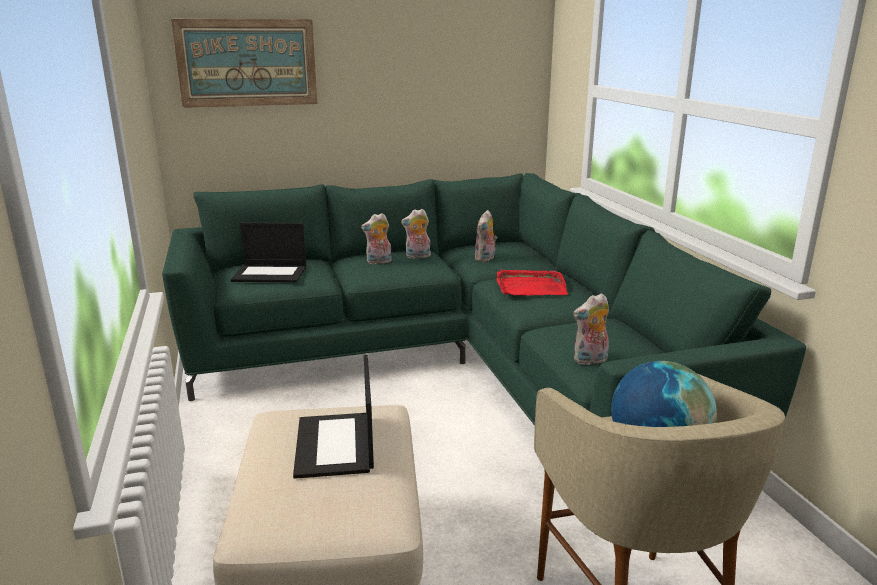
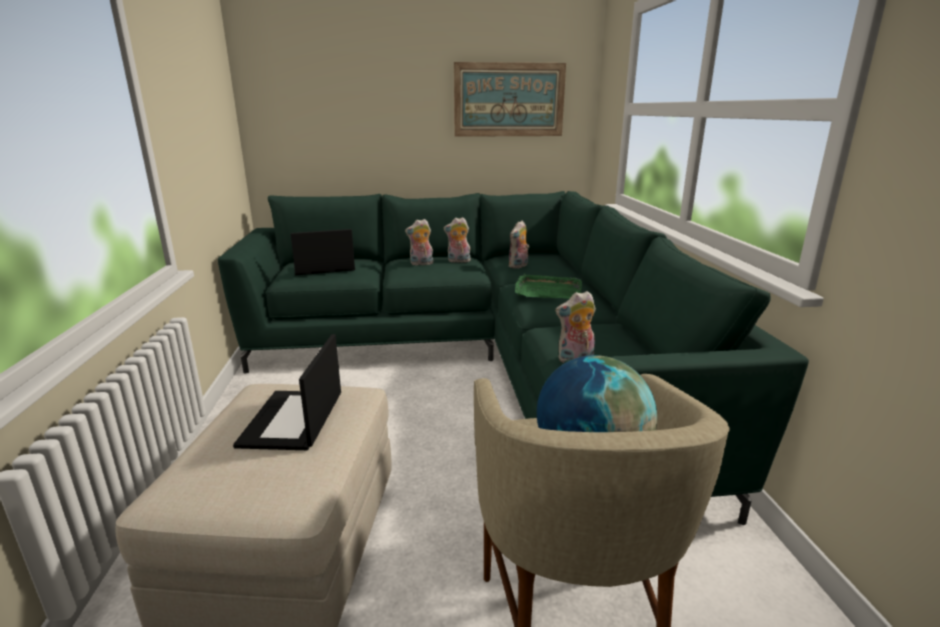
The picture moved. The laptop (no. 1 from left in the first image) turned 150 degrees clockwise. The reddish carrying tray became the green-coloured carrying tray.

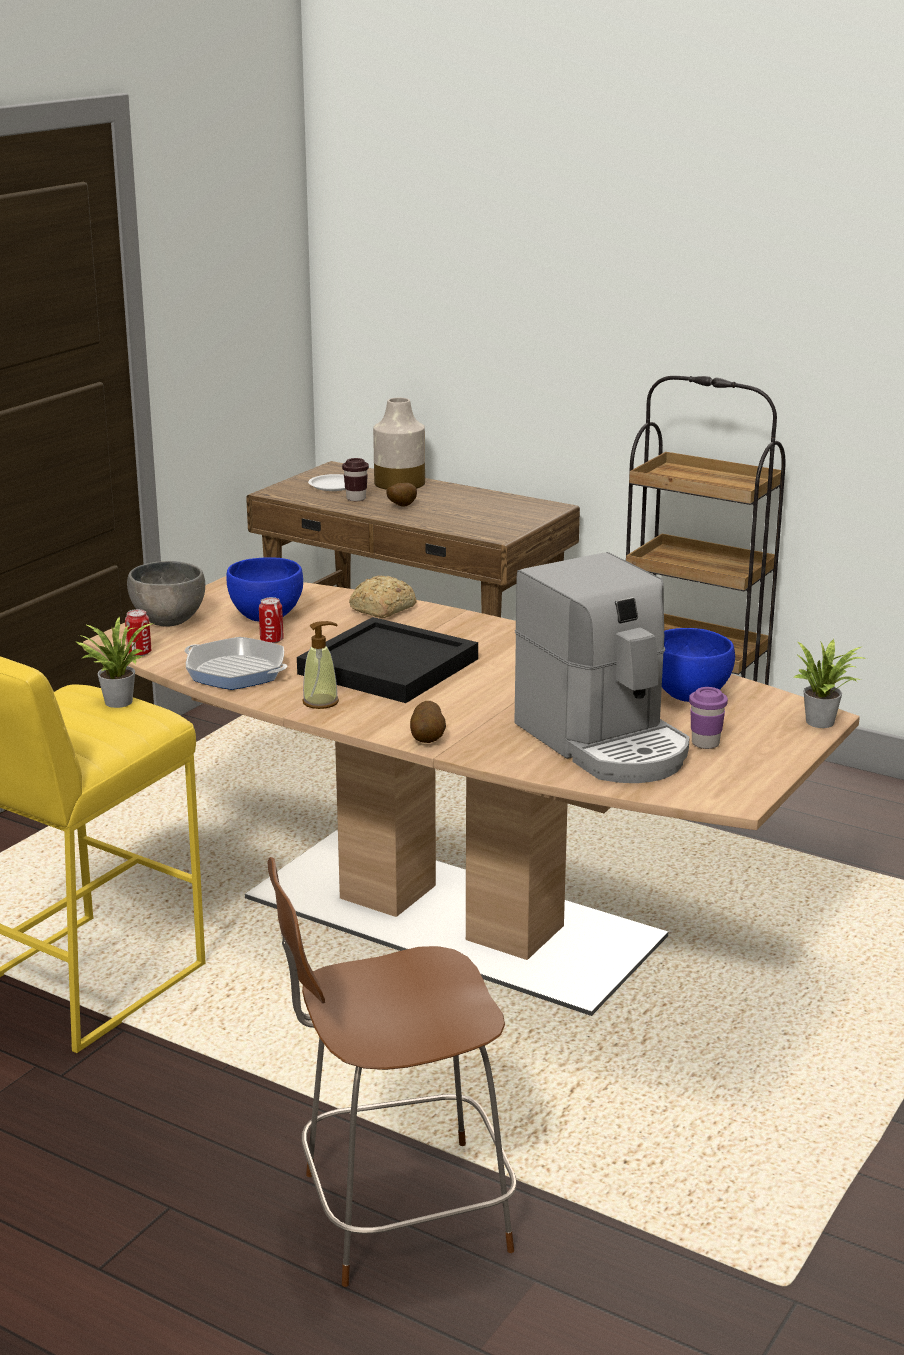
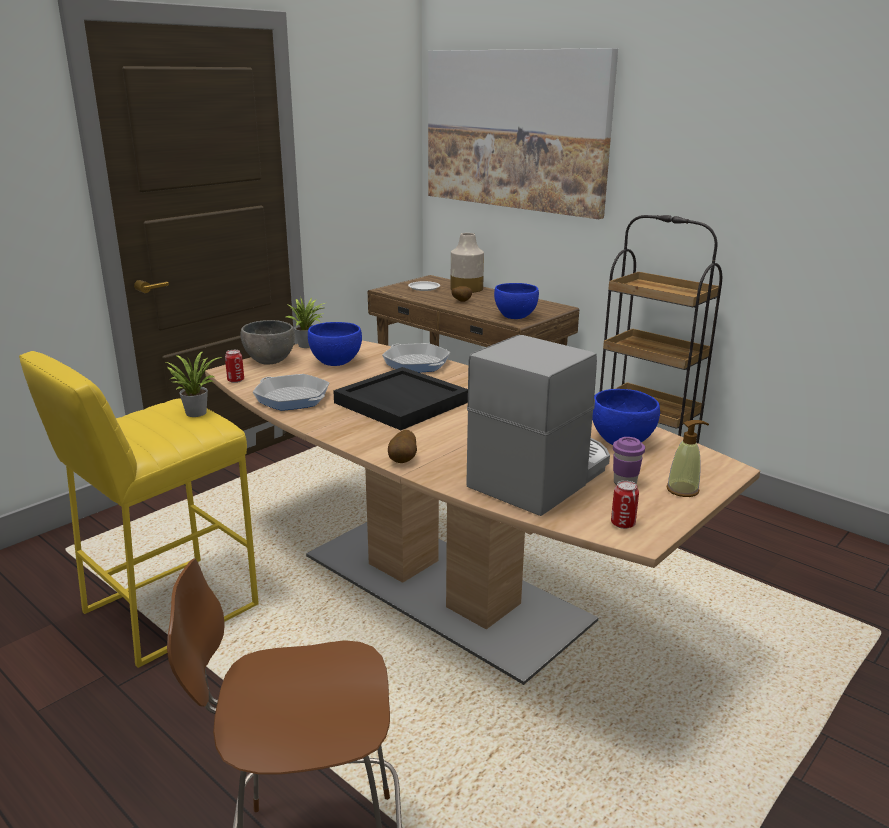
The brown-coloured cup disappeared. The coffee brewer turned 120 degrees counterclockwise. The bread was replaced by the skillet (no. 2 from left). The metal can (no. 2 from left) moved. The soap dispenser moved. The potted plant (no. 2 from left) moved. The picture appeared. The bluish deep dish (no. 2 from left) appeared.

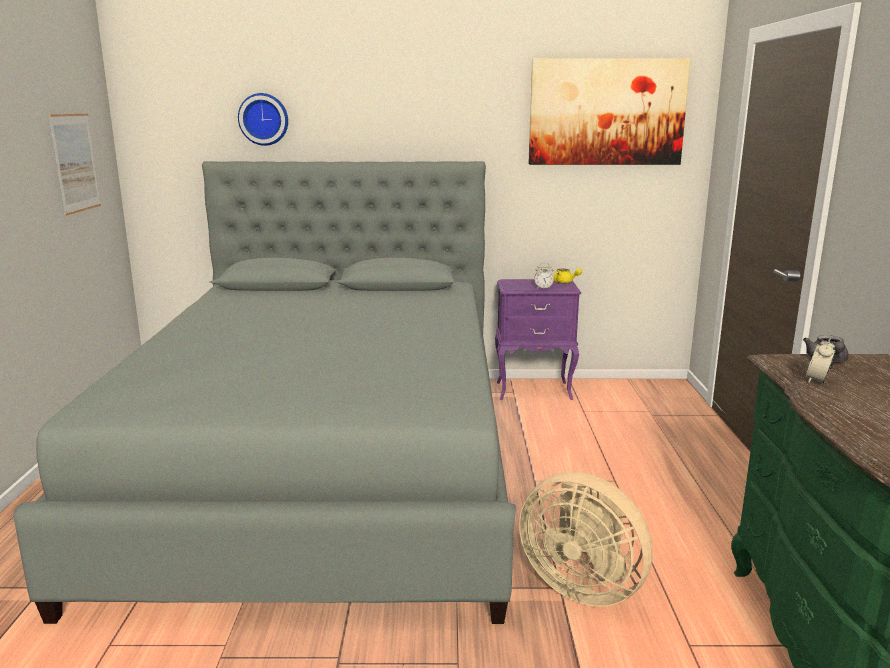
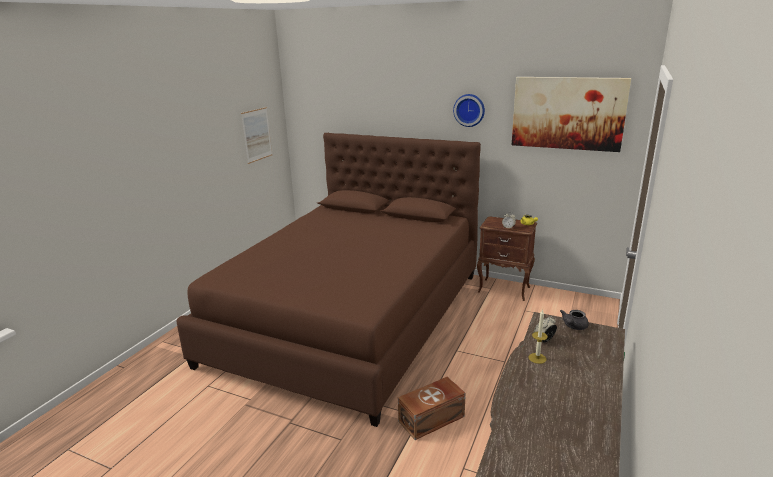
The wall clock moved. The grey bedroom bed became the brown-coloured bedroom bed. The purple bedside table became the brown-coloured bedside table. The beige cooling fan was replaced by the brown-coloured storage box. The candle appeared.

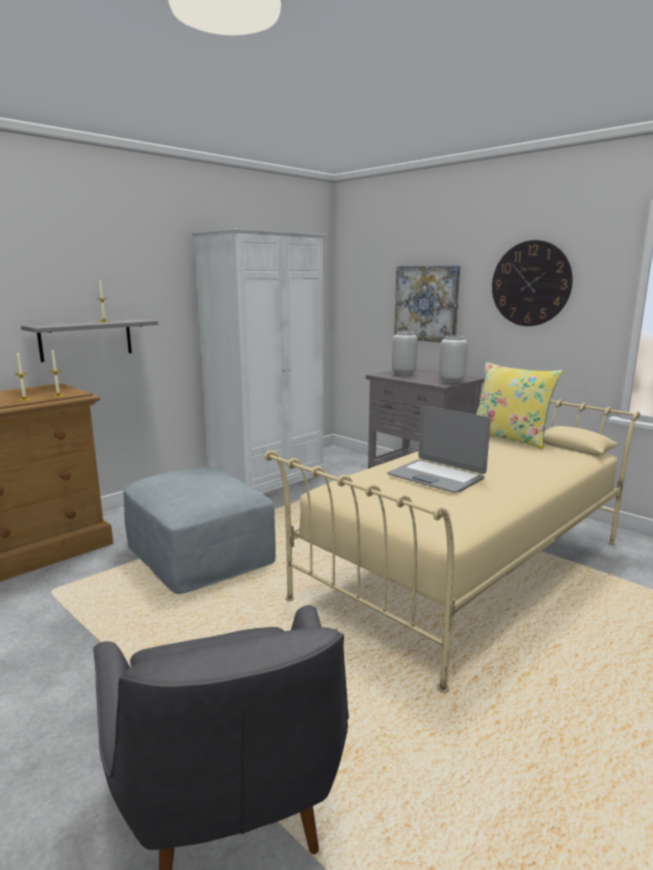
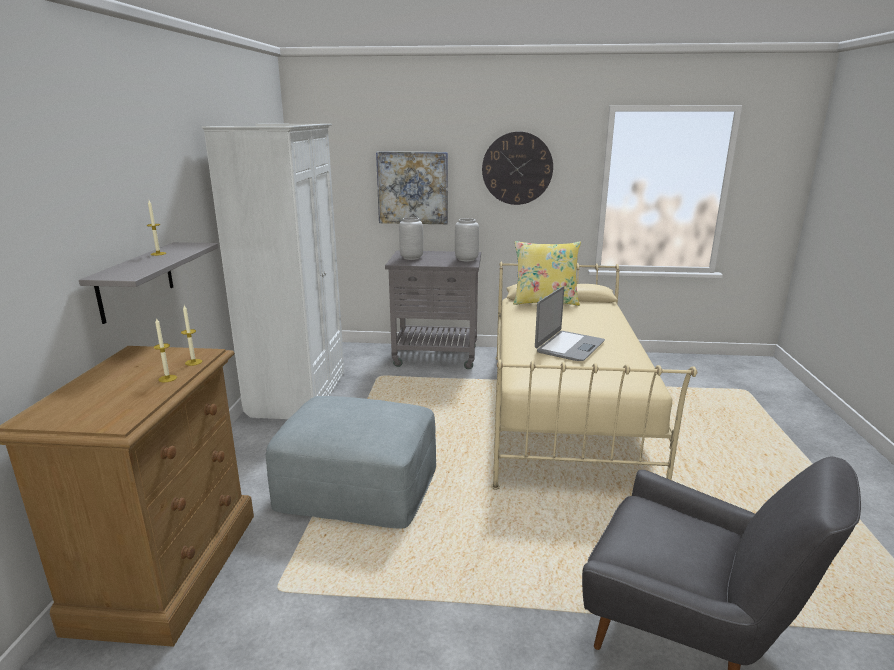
The laptop turned 60 degrees counterclockwise.

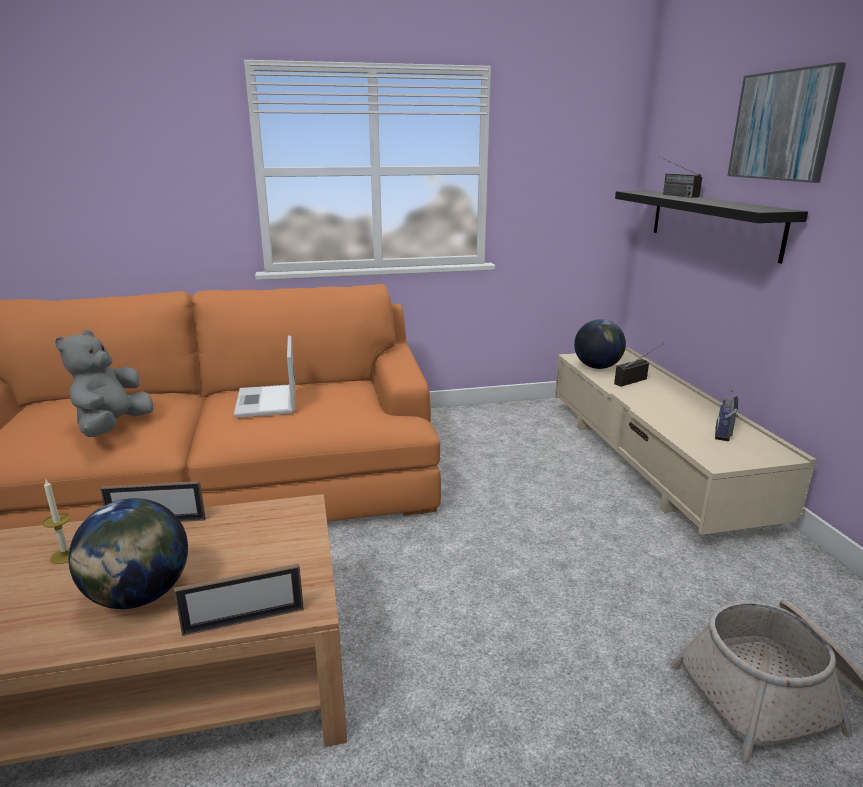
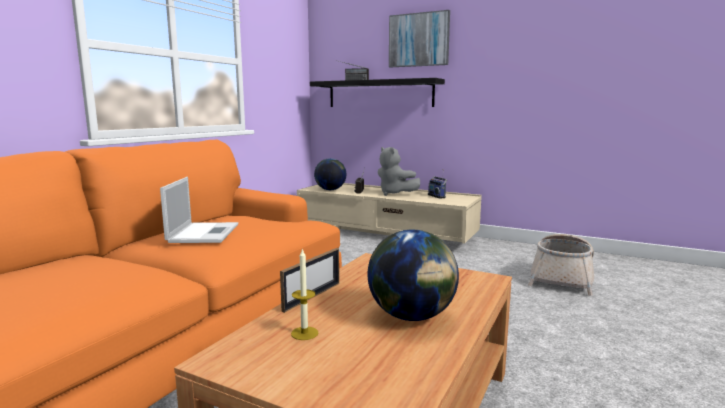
The grey soft toy moved. The laptop turned 120 degrees counterclockwise. The standing frame (no. 2 from left) disappeared.

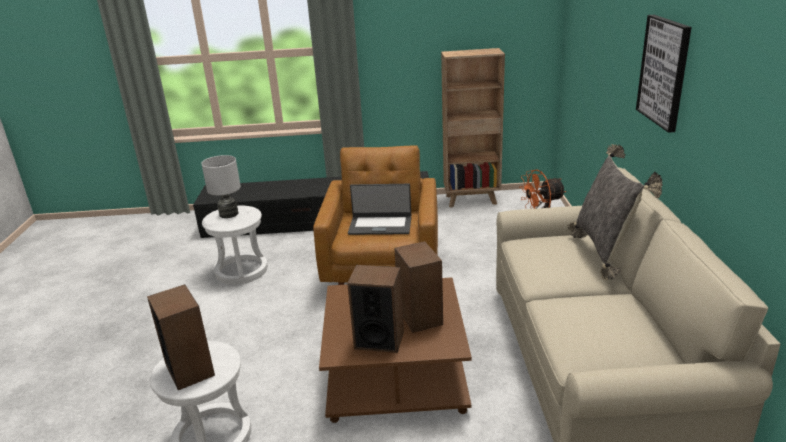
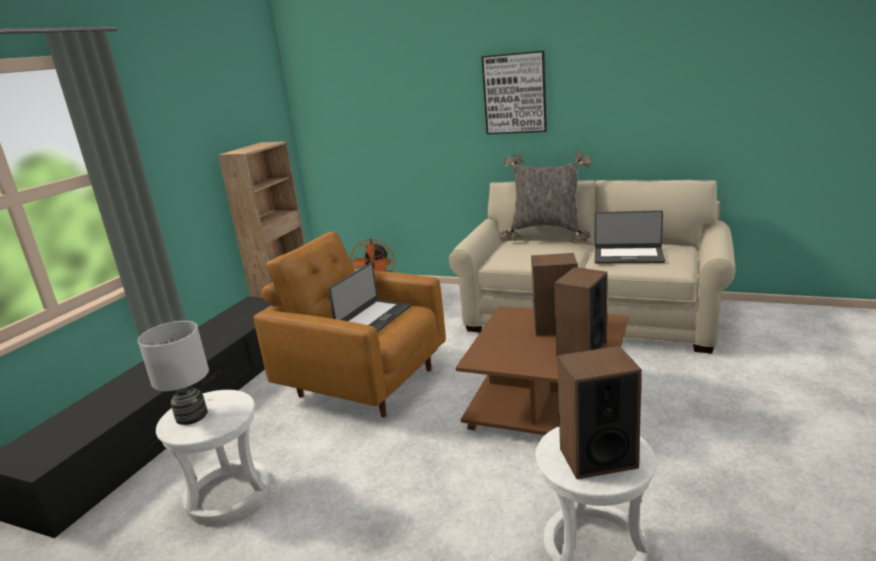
The laptop (no. 2 from left) appeared.

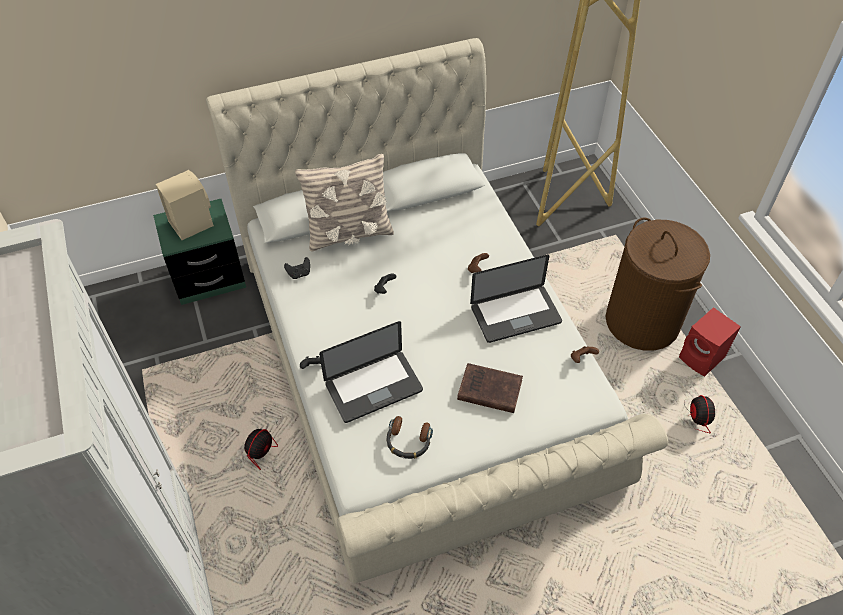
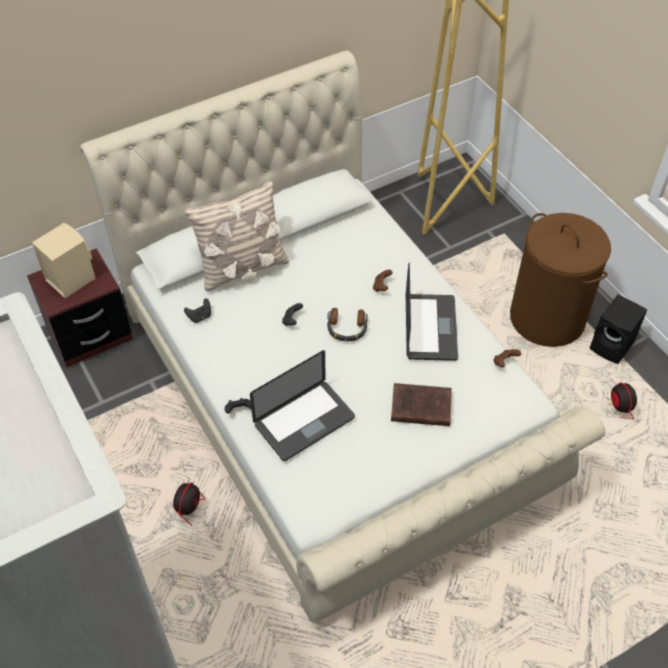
The green-coloured bedside table became the brown-coloured bedside table. The laptop (no. 2 from left) turned 60 degrees counterclockwise. The reddish audio speaker became the blackish audio speaker. The headset moved.

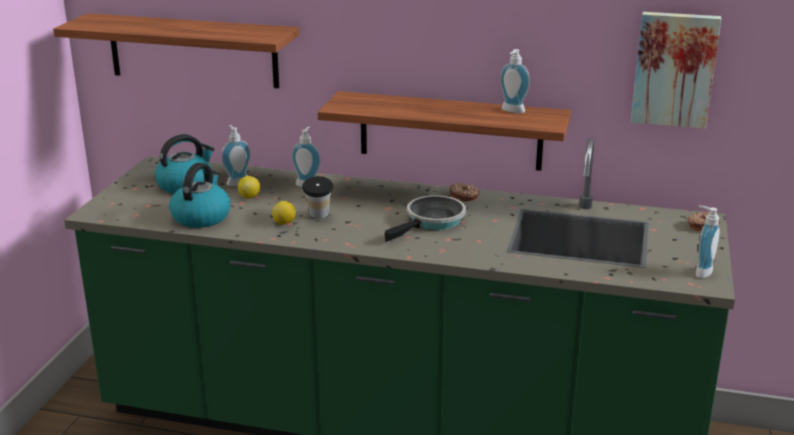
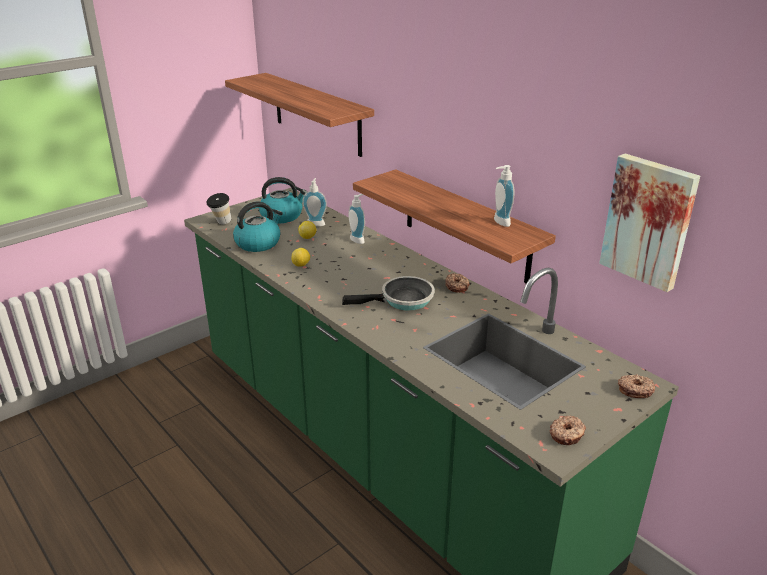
The cup moved. The soap dispenser (no. 4 from left) was replaced by the ring doughnut (no. 2 from left).

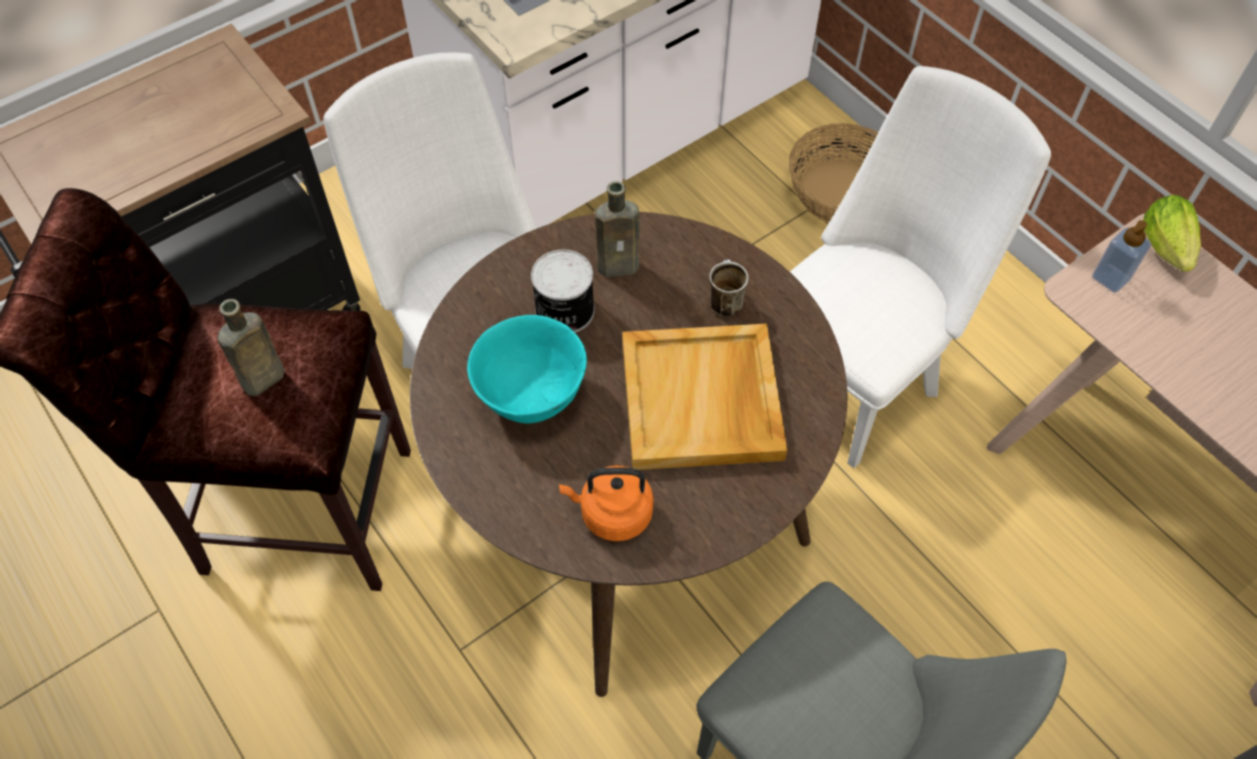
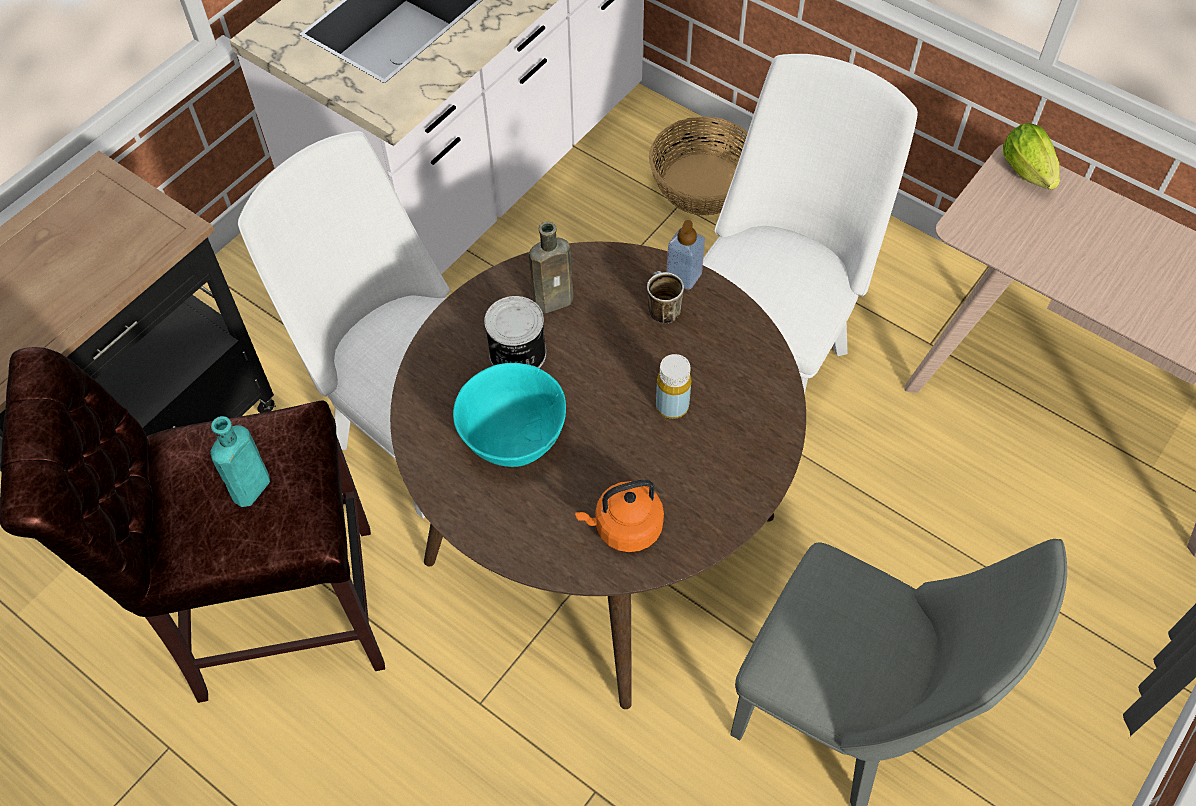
The soap dispenser moved. The brown-coloured beverage bottle (no. 1 from left) became the turquoise beverage bottle. The beige carrying tray was replaced by the yellow-coloured beverage bottle.

